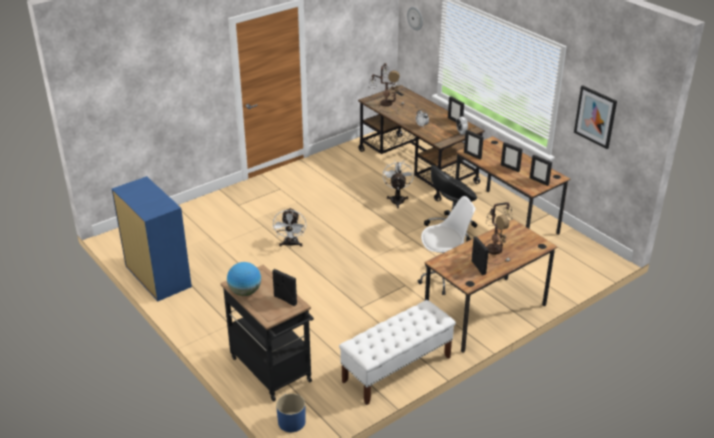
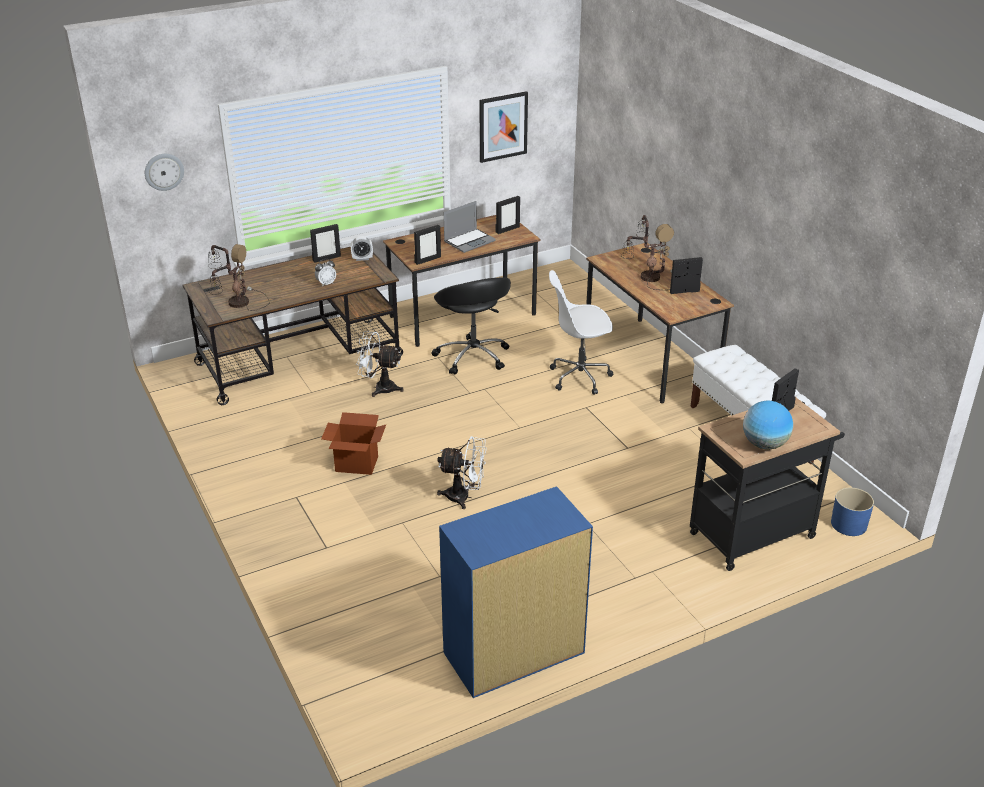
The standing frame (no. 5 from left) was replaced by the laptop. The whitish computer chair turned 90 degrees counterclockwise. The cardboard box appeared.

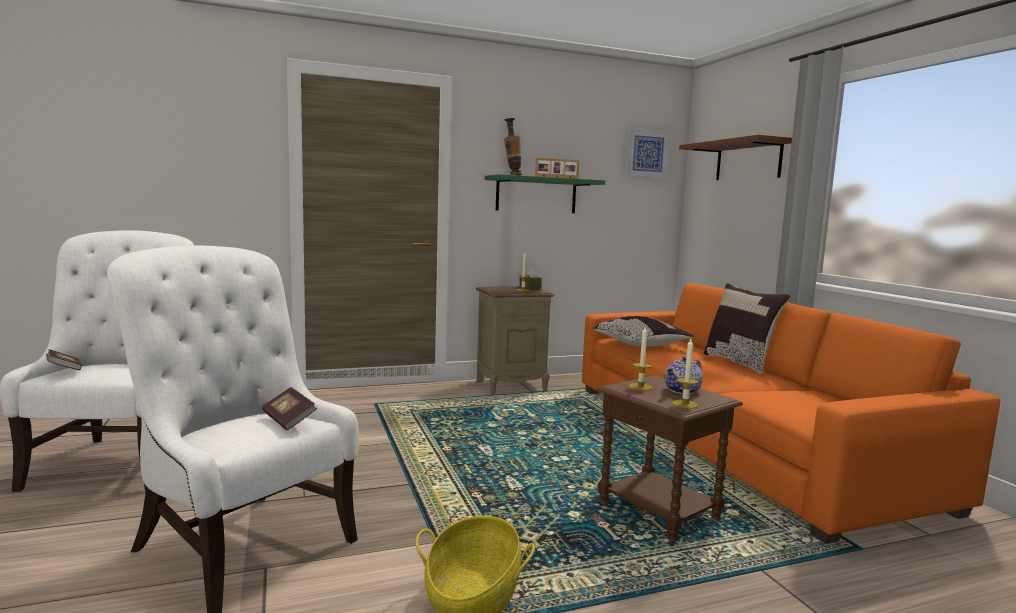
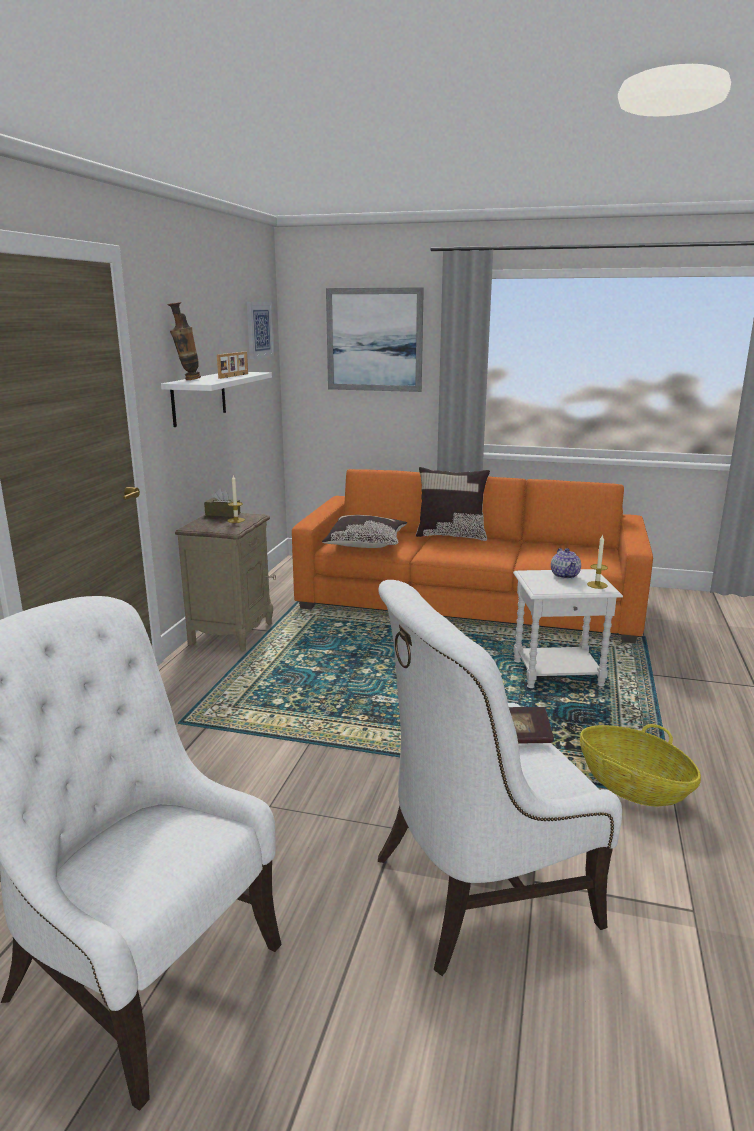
The brown-coloured wall shelf was replaced by the picture (no. 2 from left). The green-coloured wall shelf became the whitish wall shelf. The candle (no. 2 from left) disappeared. The book (no. 1 from left) disappeared. The brown-coloured end table became the whitish end table.

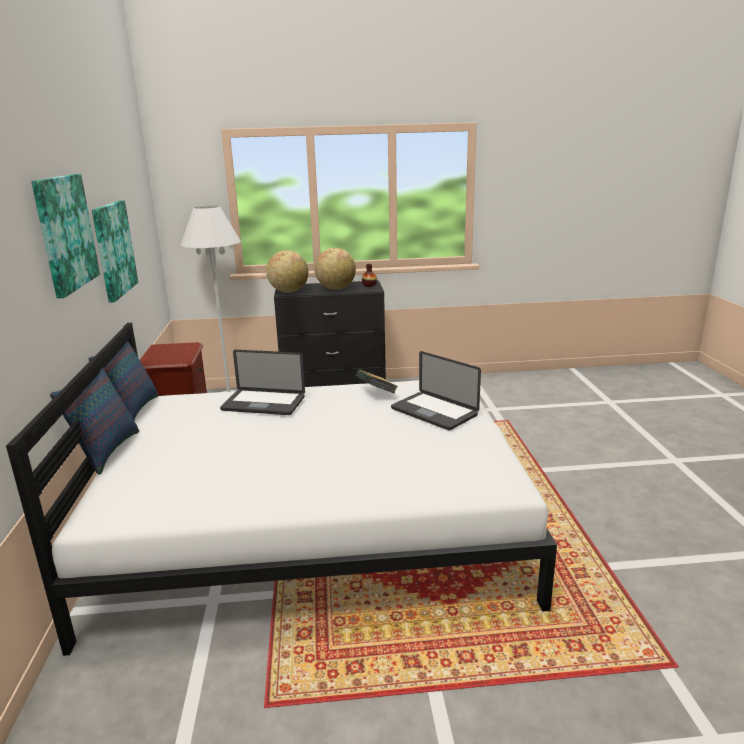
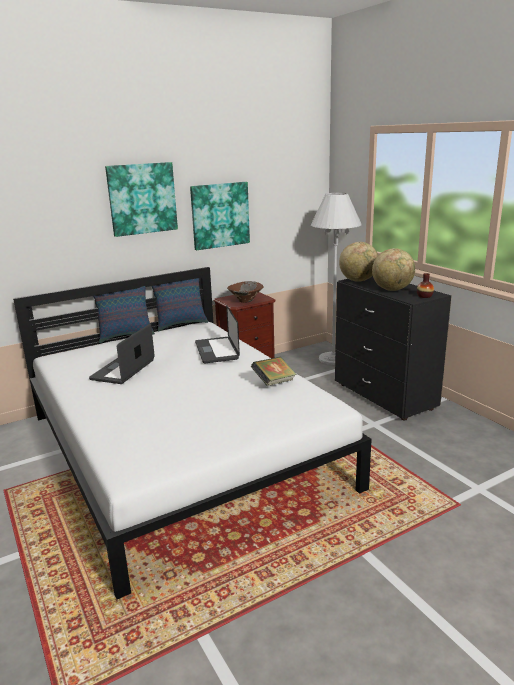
The laptop (no. 2 from left in the first image) moved. The brown-coloured deep dish appeared.

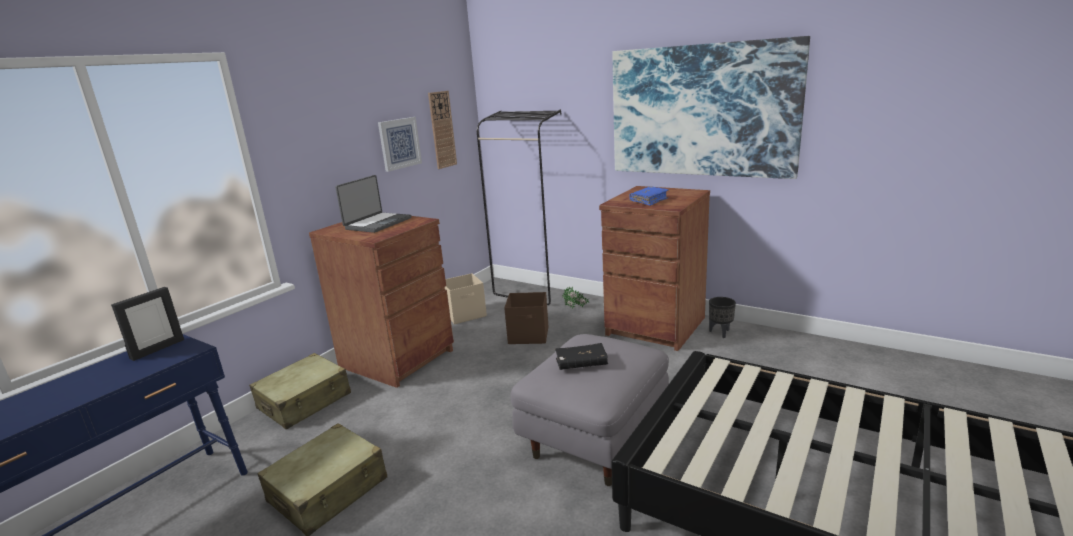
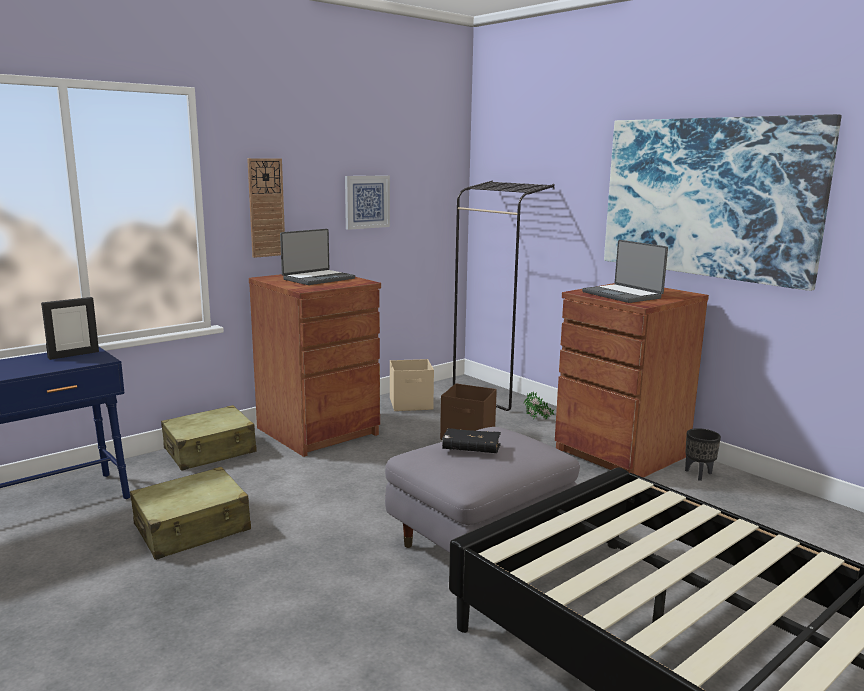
The wall clock moved. The bluish book was replaced by the laptop (no. 2 from left).

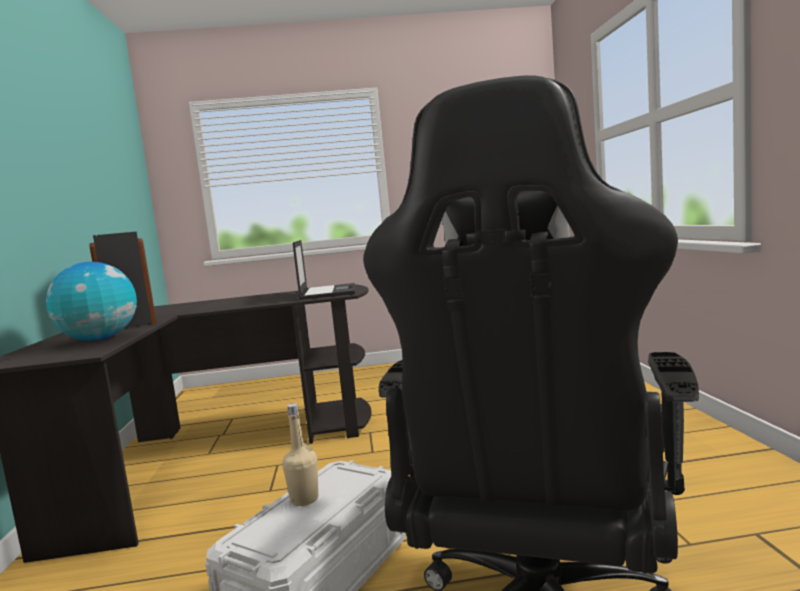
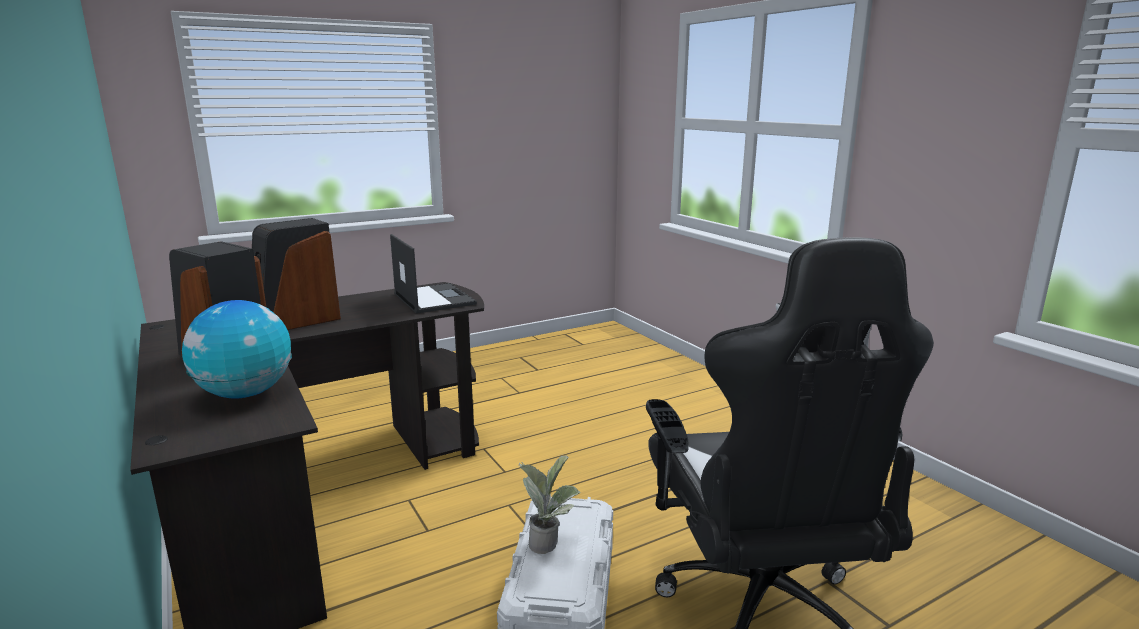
The beige beverage bottle was replaced by the potted plant. The audio speaker (no. 2 from left) appeared.

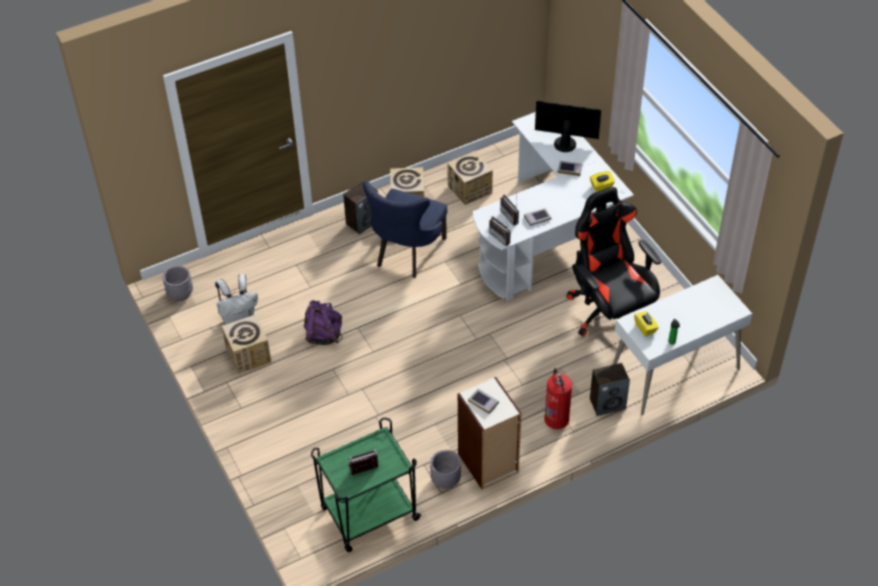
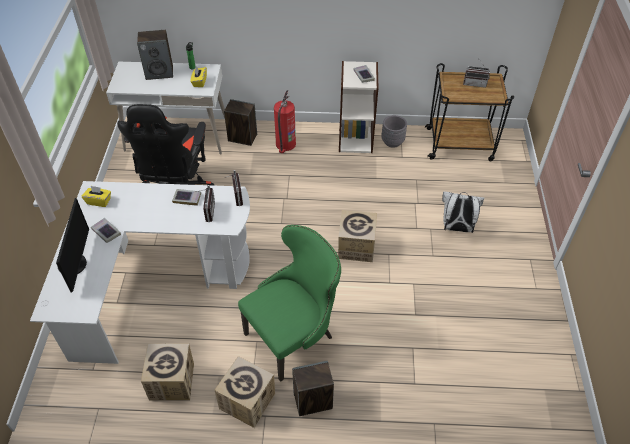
The computer display turned 135 degrees counterclockwise. The bluish plain chair became the green-coloured plain chair. The grey flower pot (no. 1 from left) disappeared. The whitish knapsack moved. The purple knapsack disappeared. The cardboard box (no. 1 from left in the first image) moved. The green-coloured cart became the brown-coloured cart. The audio speaker (no. 1 from left) appeared.

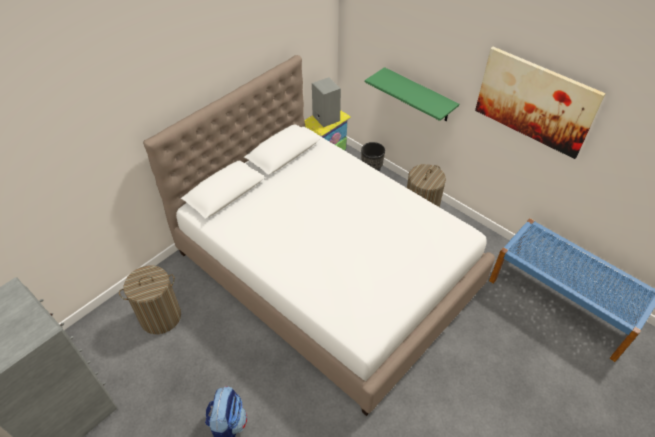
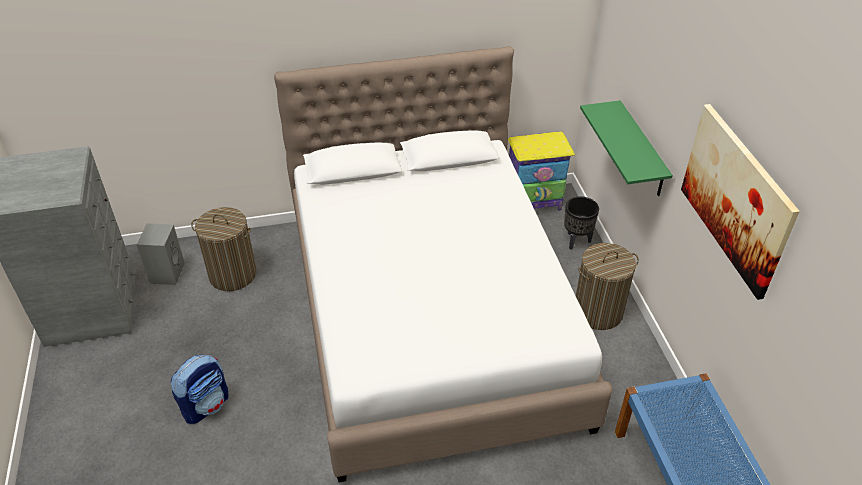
The grey audio speaker moved.

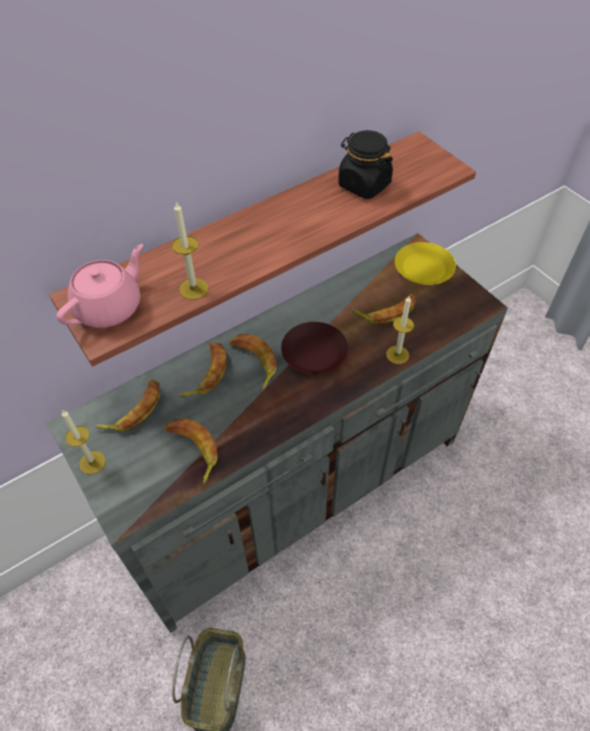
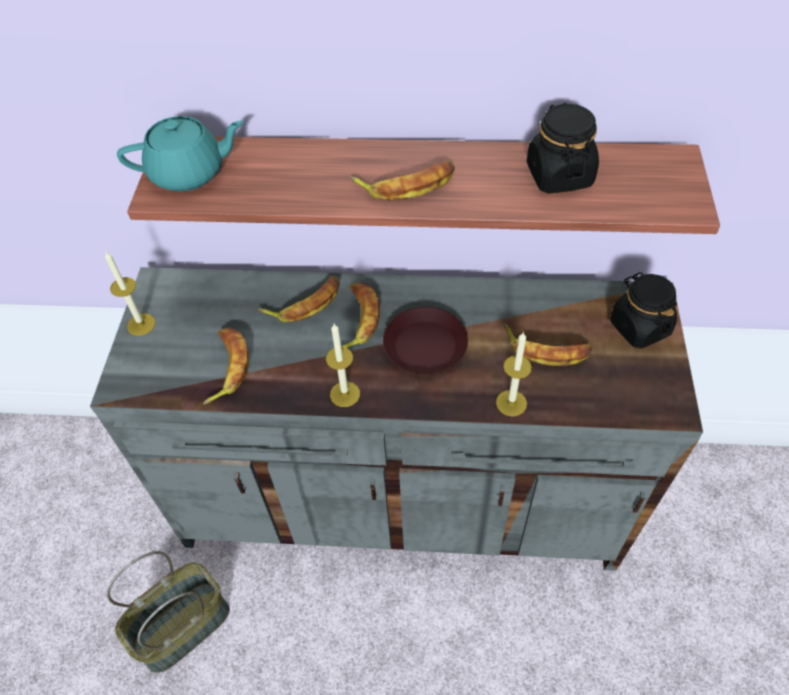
The candle (no. 2 from left) moved. The yellow-coloured flat dish was replaced by the blackish jar (no. 2 from left). The pink-coloured tea pot became the turquoise tea pot. The banana (no. 1 from left in the first image) moved.

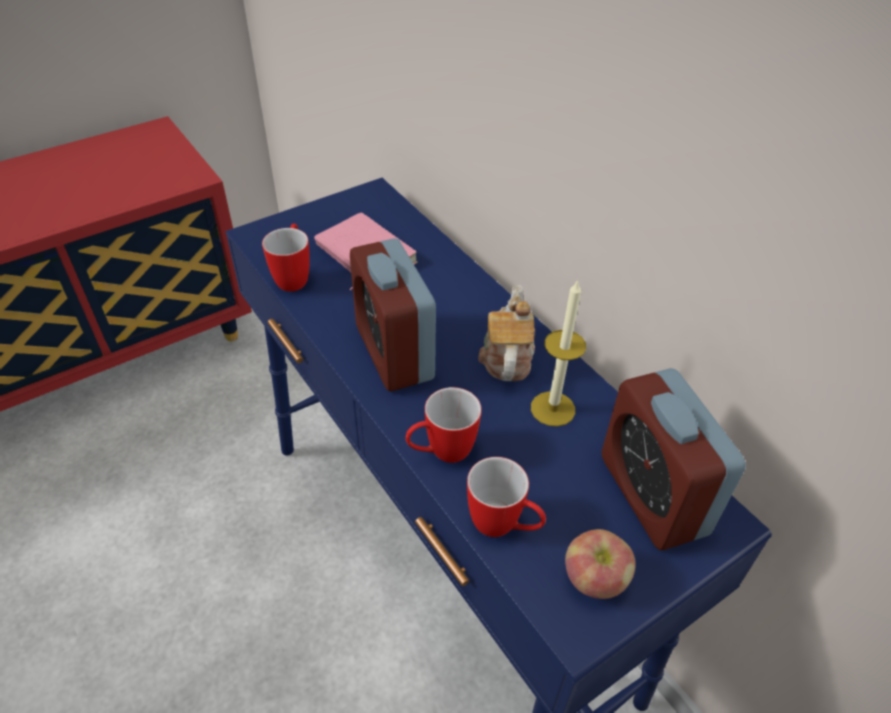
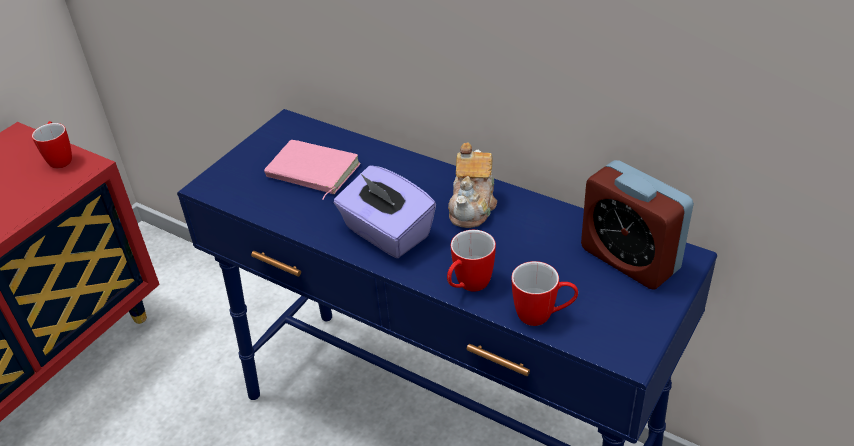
The tea mug (no. 1 from left) moved. The bedside clock (no. 1 from left) was replaced by the purple tissue holder. The candle disappeared. The tea pot turned 150 degrees counterclockwise. The apple fruit disappeared.

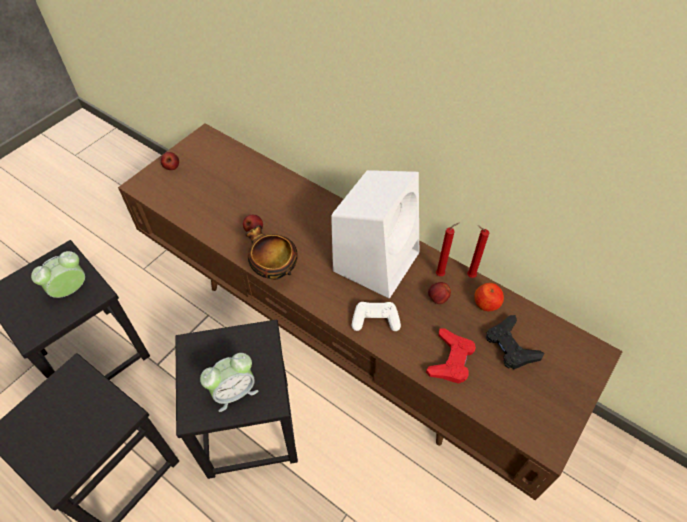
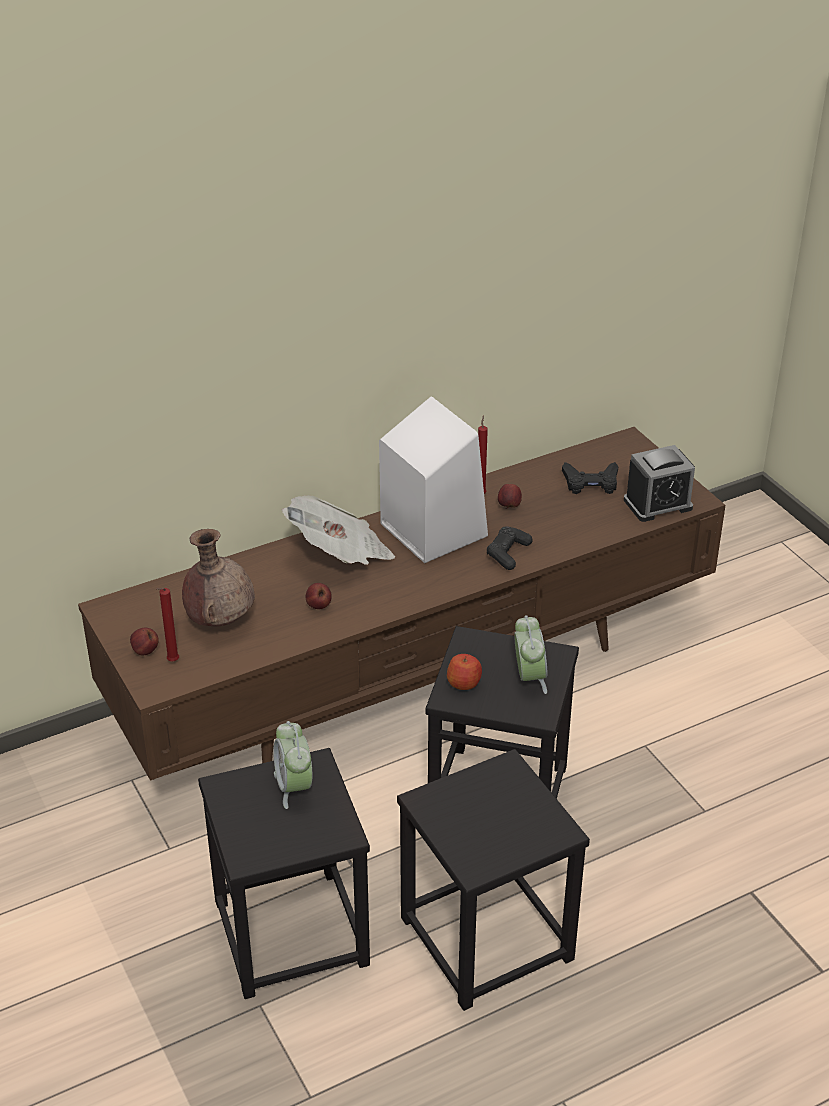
The deep dish disappeared. The reddish candle (no. 2 from left in the first image) moved. The apple fruit (no. 4 from left in the first image) moved. The whitish gamepad became the blackish gamepad (no. 1 from left). The reddish gamepad disappeared. The bedside clock (no. 3 from left) appeared. The printed paper appeared. The brown-coloured flower vase appeared.

